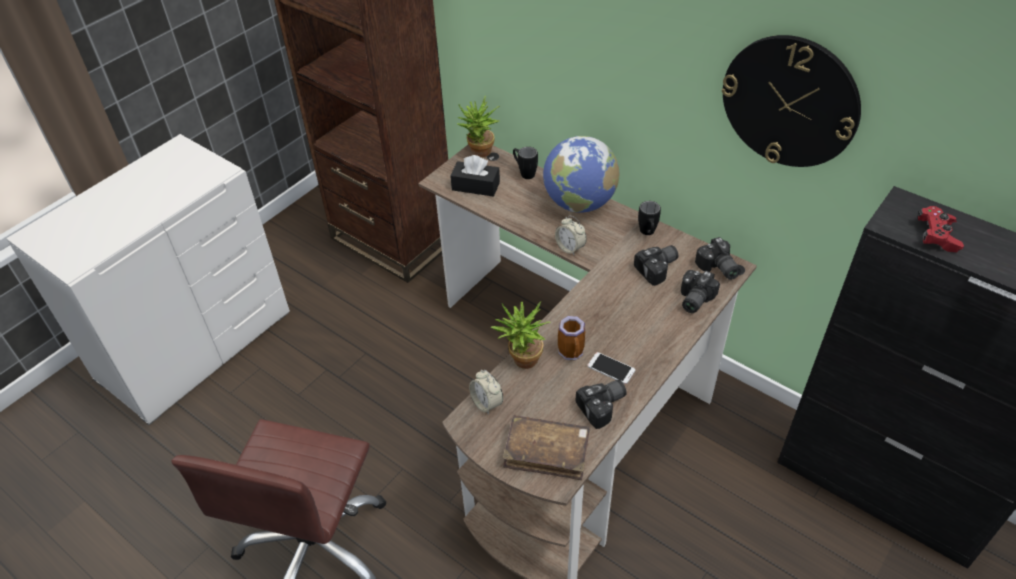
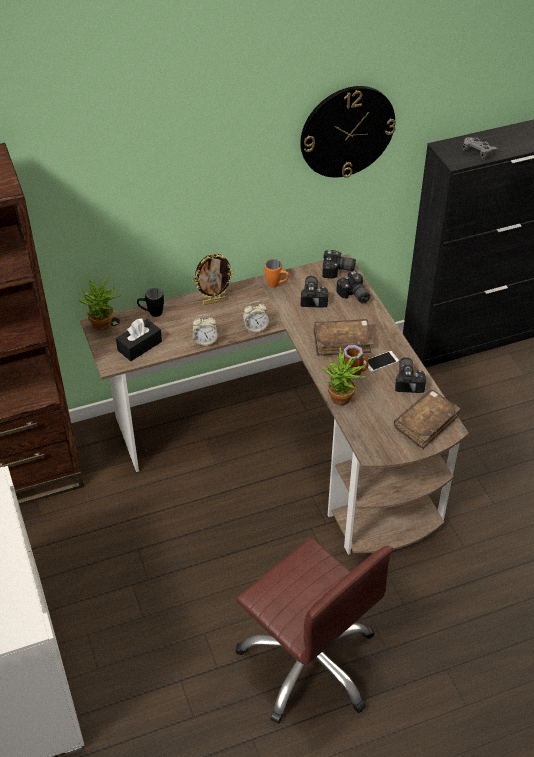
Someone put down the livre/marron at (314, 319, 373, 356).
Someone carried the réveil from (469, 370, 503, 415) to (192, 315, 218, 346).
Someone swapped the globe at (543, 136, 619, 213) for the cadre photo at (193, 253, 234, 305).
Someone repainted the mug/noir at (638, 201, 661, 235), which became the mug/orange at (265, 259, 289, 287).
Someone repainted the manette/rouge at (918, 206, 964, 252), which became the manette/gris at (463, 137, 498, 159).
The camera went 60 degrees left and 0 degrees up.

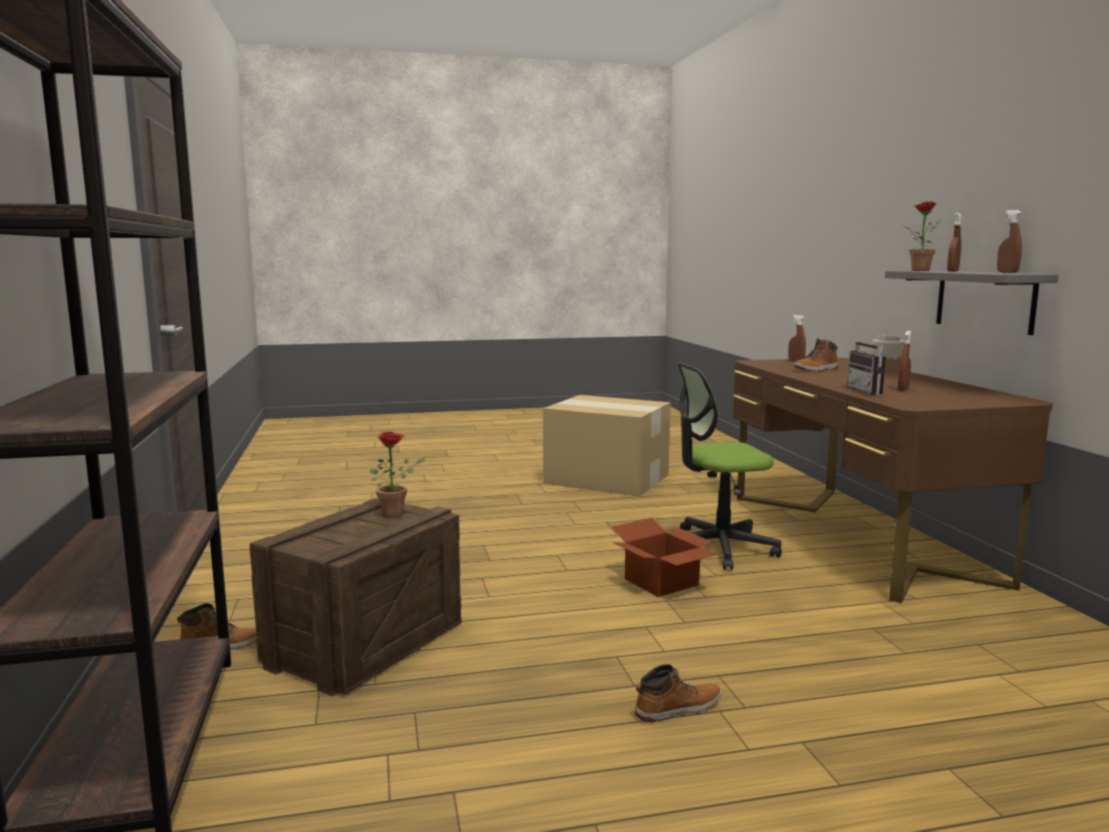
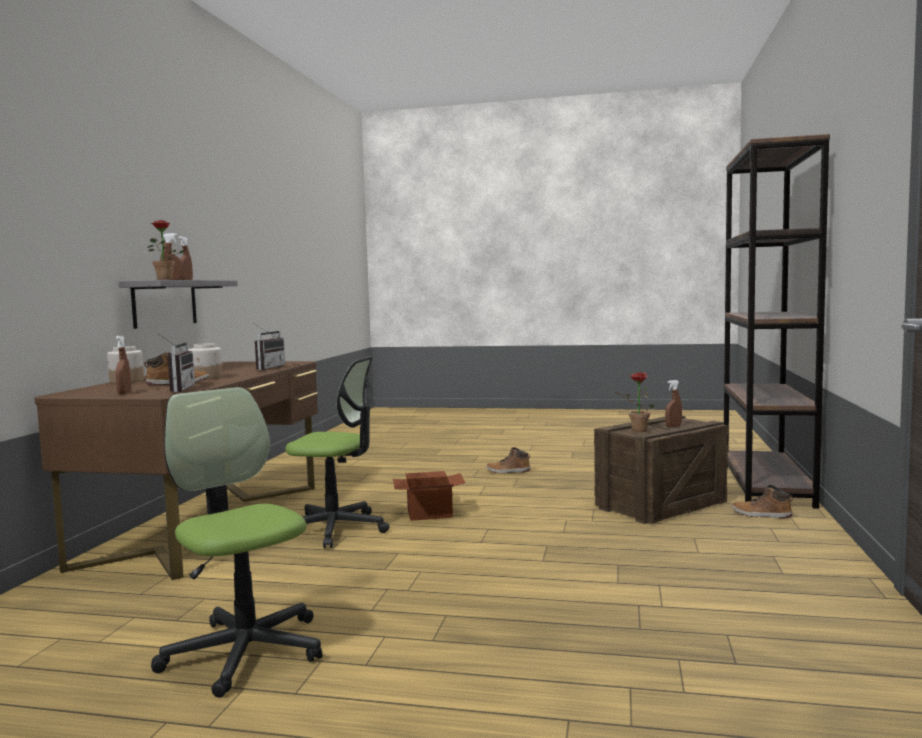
Someone put down the radio at (157, 333, 195, 392).
Someone put down the bocal at (188, 343, 223, 380).
Someone carried the vaporisateur/marron from (898, 331, 911, 391) to (665, 380, 682, 427).
Someone swapped the carton at (543, 395, 671, 497) for the chaise de bureau at (151, 387, 322, 698).
The camera went 155 degrees left and 5 degrees down.

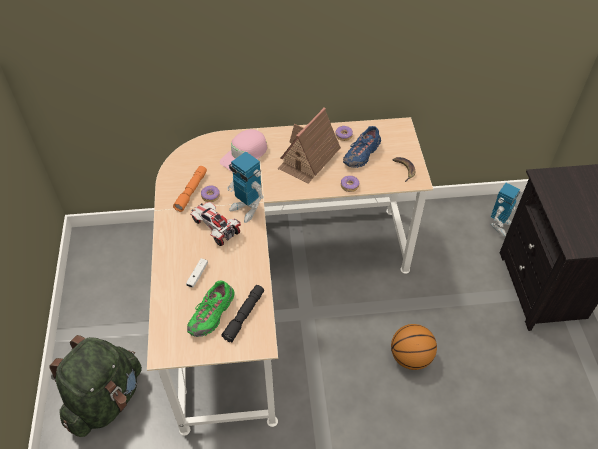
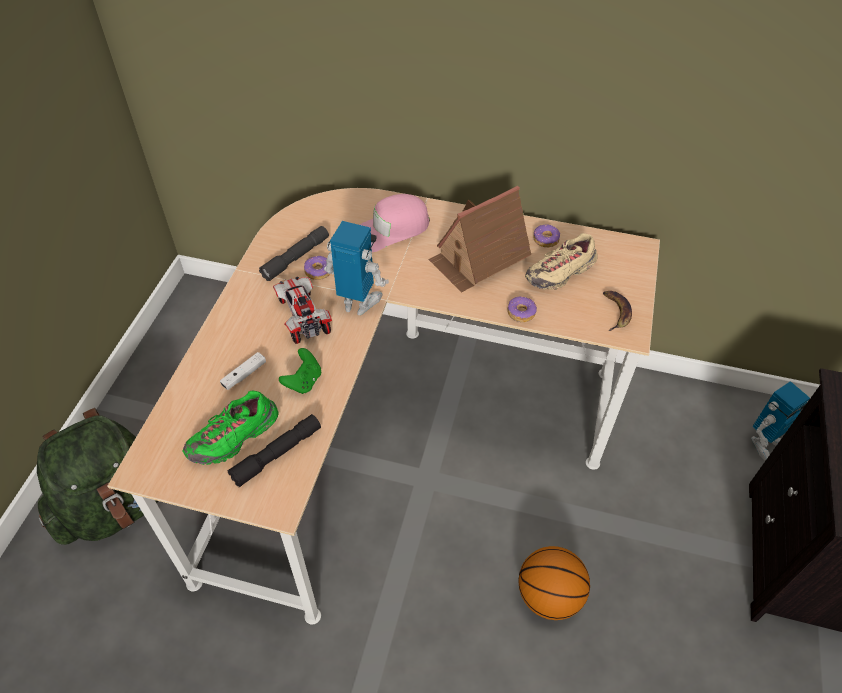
Someone put down the manette/vert at (279, 348, 321, 394).
Someone repainted the lampe de poche/orange at (173, 166, 207, 212), which became the lampe de poche/gris at (259, 226, 329, 281).
Someone repainted the chaussure/bleu at (343, 126, 381, 168), which became the chaussure/beige at (525, 233, 598, 290).
Someone rotated the robot jouet at (227, 152, 264, 223) by 135 degrees clockwise.
The camera went 20 degrees right and 0 degrees up.

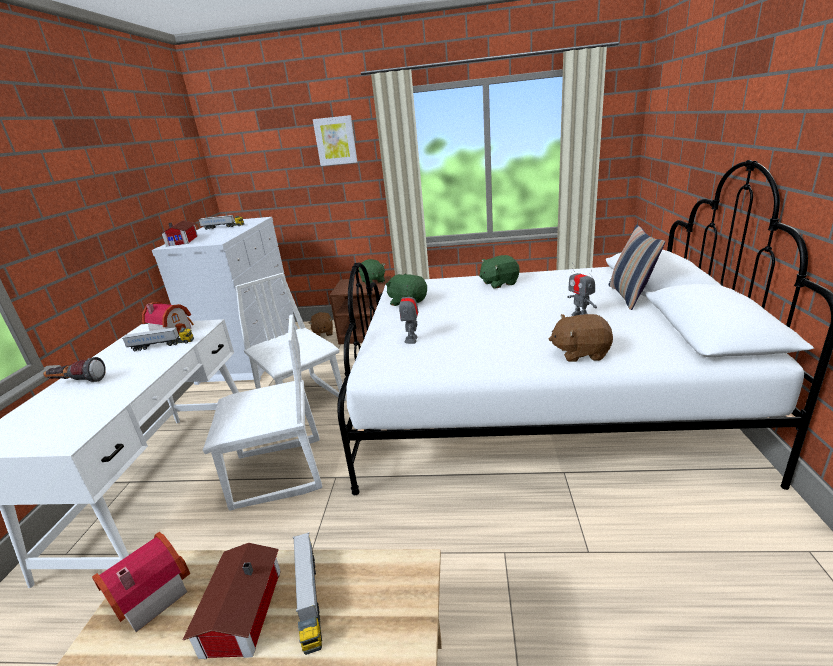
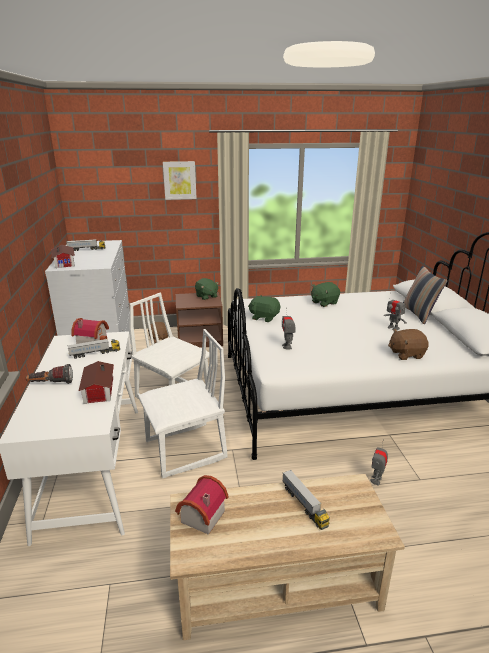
Someone put down the robot jouet at (370, 439, 388, 486).
Someone carried the maison miniature from (183, 543, 281, 659) to (79, 361, 114, 404).
The camera went 15 degrees left and 0 degrees up.

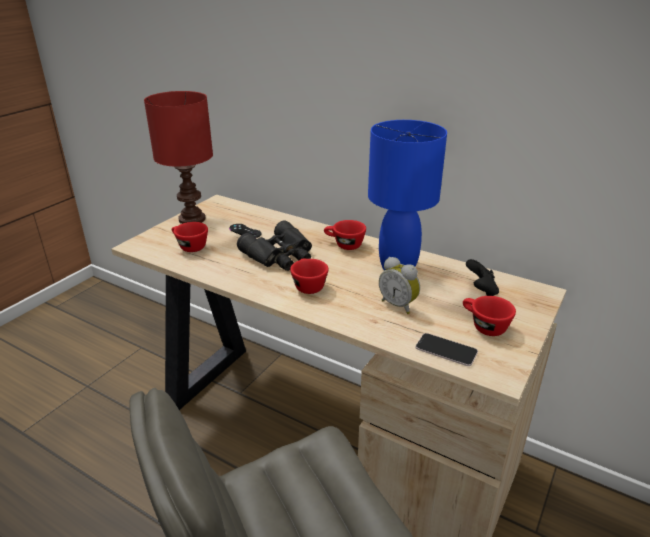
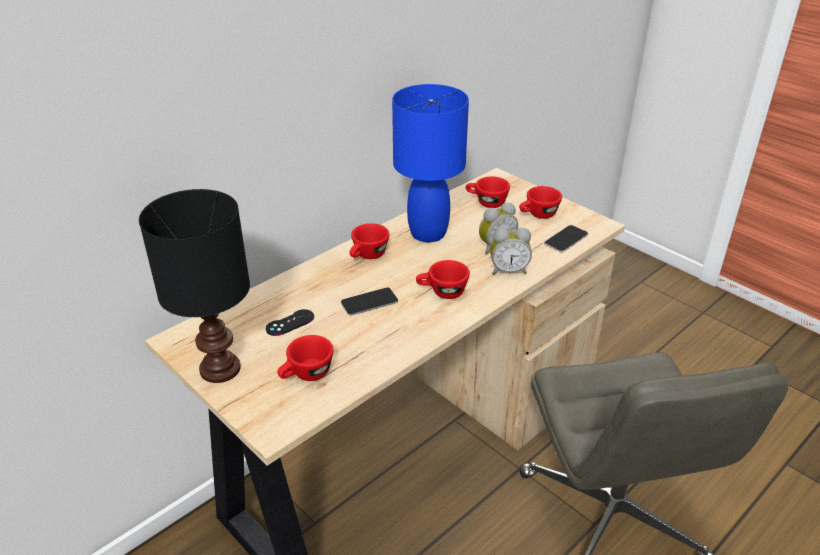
Someone put down the réveil at (490, 228, 532, 275).
Someone swapped the jumelles/noir at (237, 220, 312, 271) for the téléphone at (341, 288, 398, 315).
Someone swapped the manette/noir at (466, 259, 499, 296) for the tasse/rouge at (466, 177, 510, 208).
Someone repainted the lampe de table/rouge at (144, 91, 213, 224), which became the lampe de table/noir at (139, 189, 250, 383).
The camera went 75 degrees left and 5 degrees up.

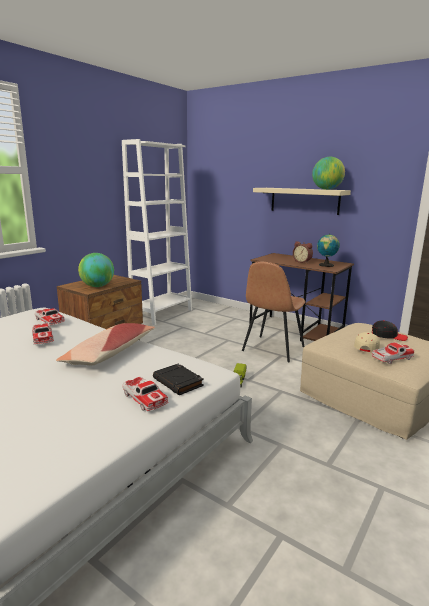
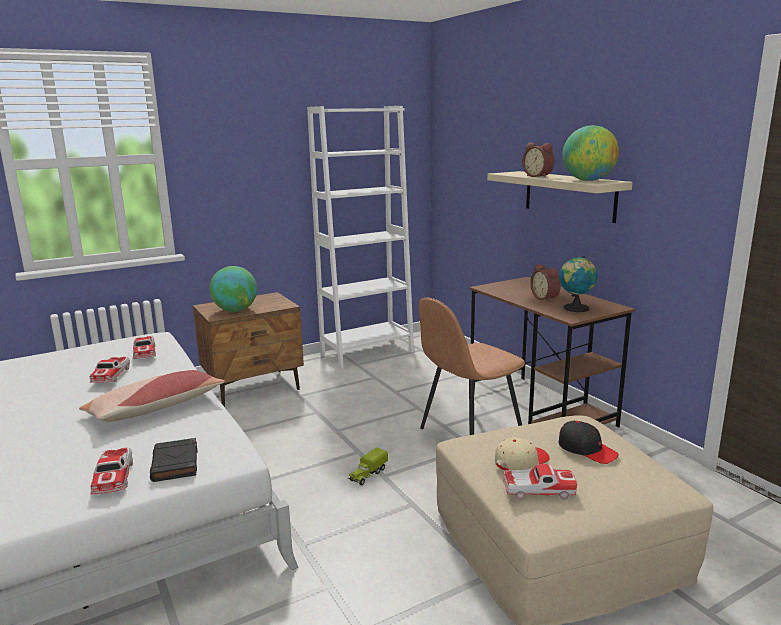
Someone put down the réveil at (522, 143, 555, 178).
The camera went 25 degrees right and 0 degrees up.

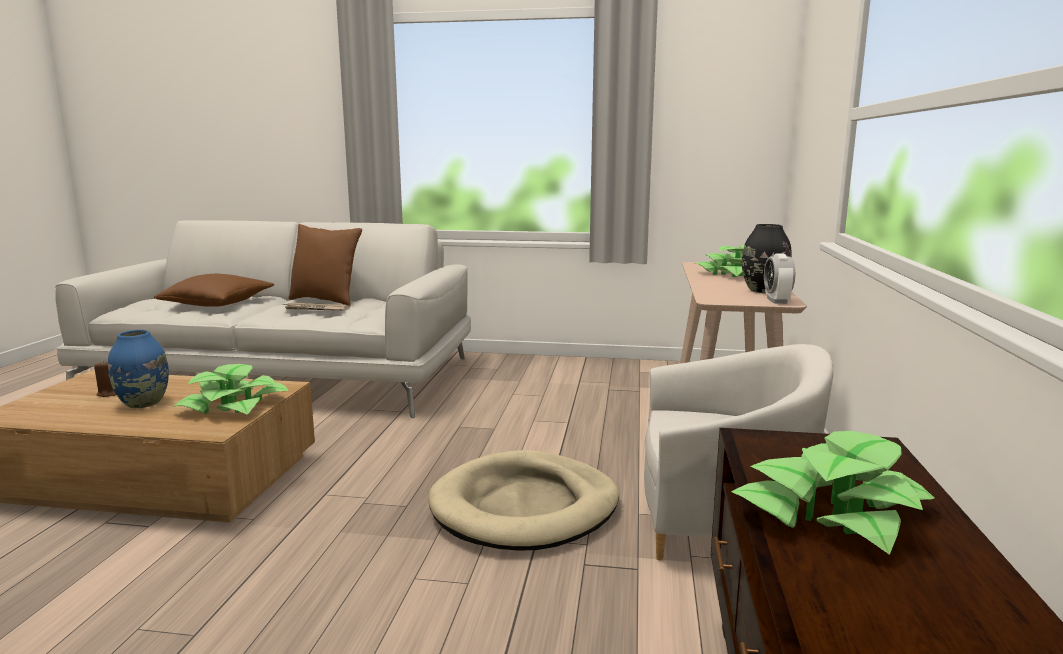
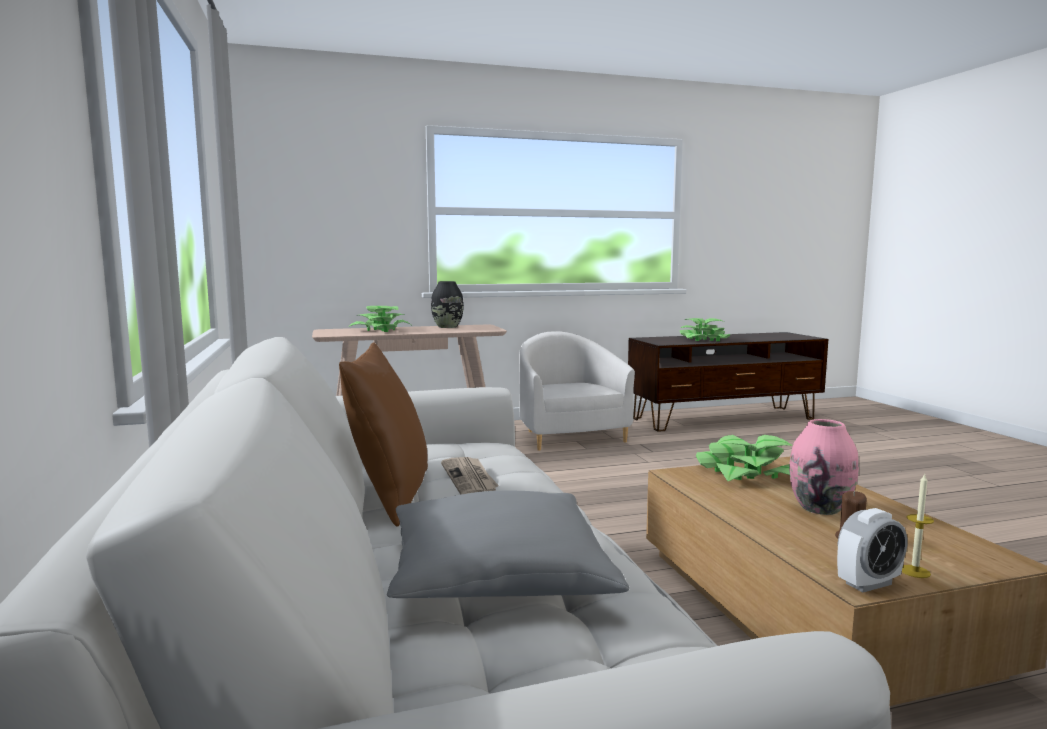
Someone took away the panier pour chien/beige at (428, 450, 619, 550).
Someone put down the bougie at (902, 474, 934, 578).
Someone carried the réveil from (764, 253, 795, 304) to (837, 508, 907, 592).
Someone repainted the vase/bleu at (108, 330, 169, 408), which became the vase/rose at (789, 419, 859, 515).
Someone repainted the coussin/marron at (154, 274, 274, 307), which became the coussin/gris at (387, 490, 630, 598).
The camera went 115 degrees left and 5 degrees down.

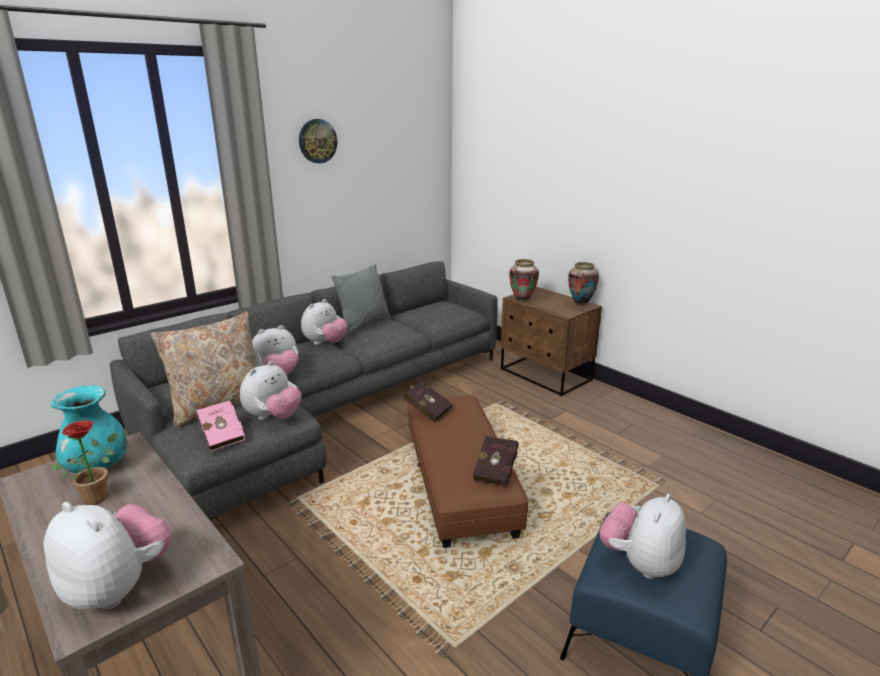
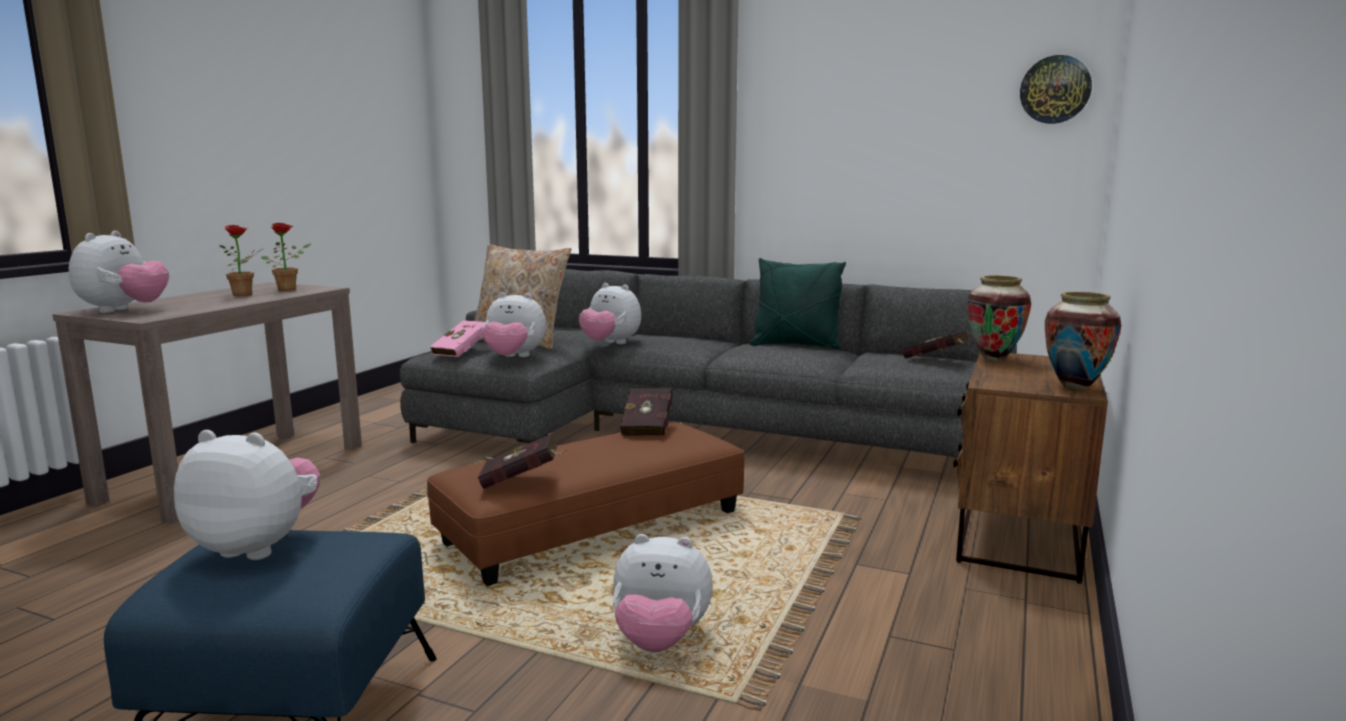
Someone put down the livre/rouge at (902, 331, 969, 358).
Someone carried the horloge murale from (299, 119, 337, 164) to (1020, 55, 1092, 124).
Someone carried the peluche from (301, 299, 348, 344) to (613, 534, 713, 652).
Someone swapped the vase/turquoise at (51, 386, 127, 473) for the plante en pot at (261, 222, 311, 291).
Someone repainted the coussin/gris at (331, 264, 391, 336), which became the coussin/vert at (750, 258, 846, 349).
The camera went 65 degrees right and 10 degrees down.

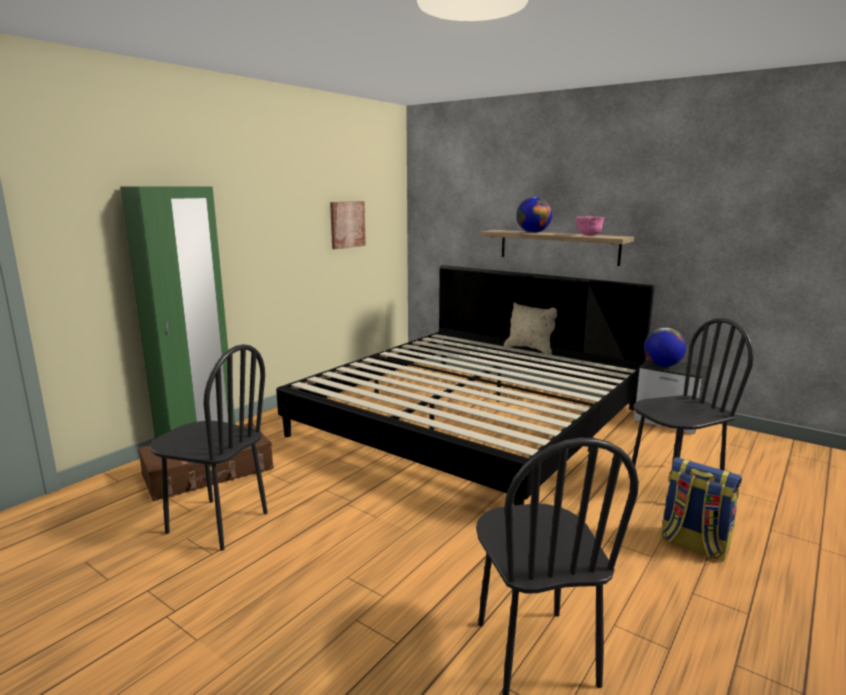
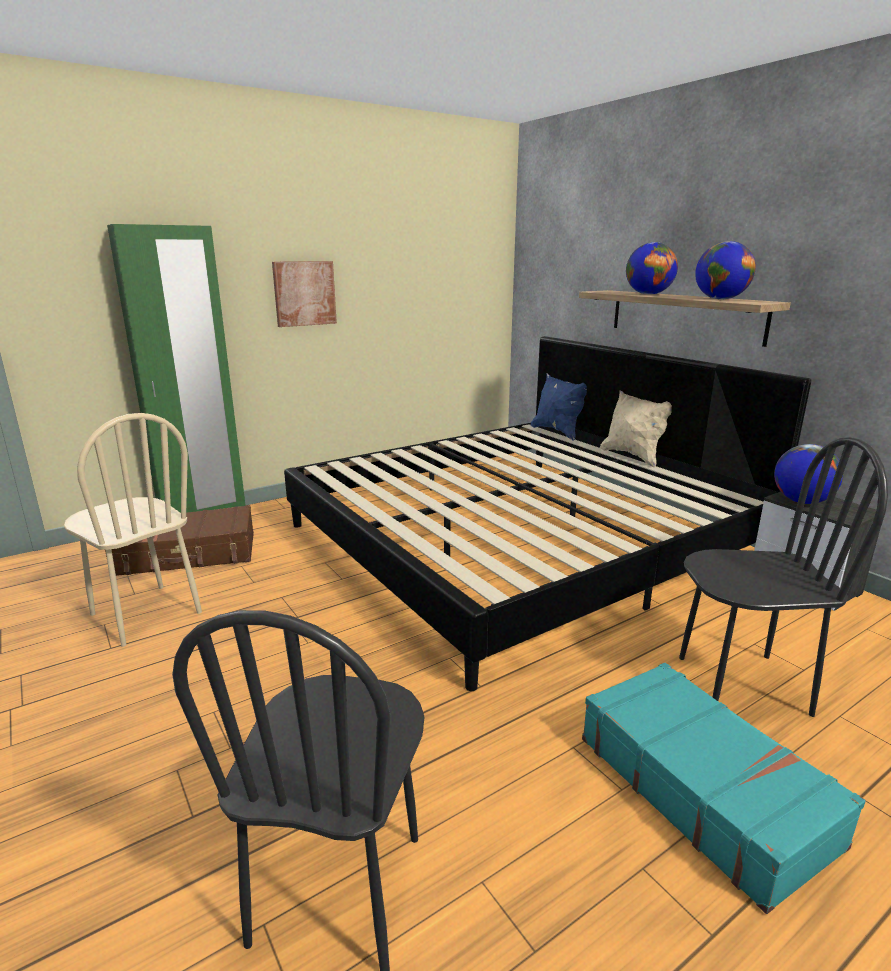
Someone put down the coussin/bleu at (531, 374, 587, 441).
Someone carried the tableau from (330, 201, 366, 249) to (272, 261, 337, 327).
Someone swapped the bol/rose at (576, 216, 605, 236) for the globe at (695, 241, 756, 300).
Someone swapped the sac à dos at (660, 457, 742, 562) for the valise/turquoise at (582, 663, 866, 914).
Someone repainted the chaise/noir at (150, 344, 268, 551), which became the chaise/beige at (64, 413, 202, 647).
The camera went 20 degrees right and 5 degrees up.

